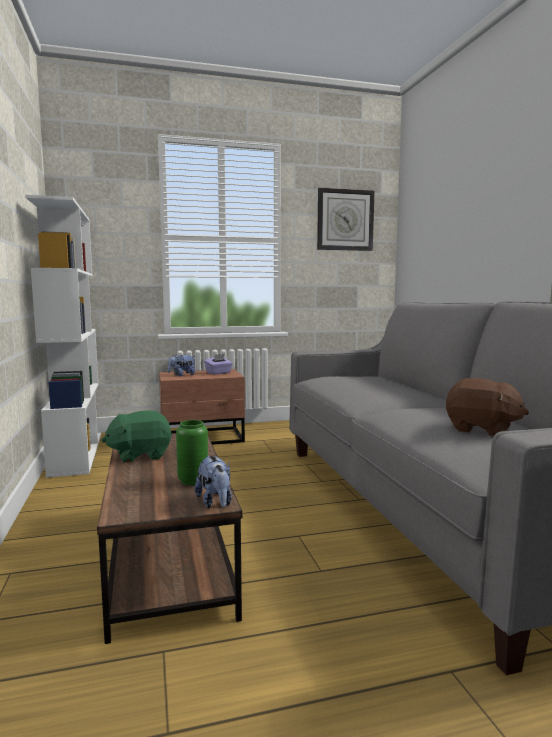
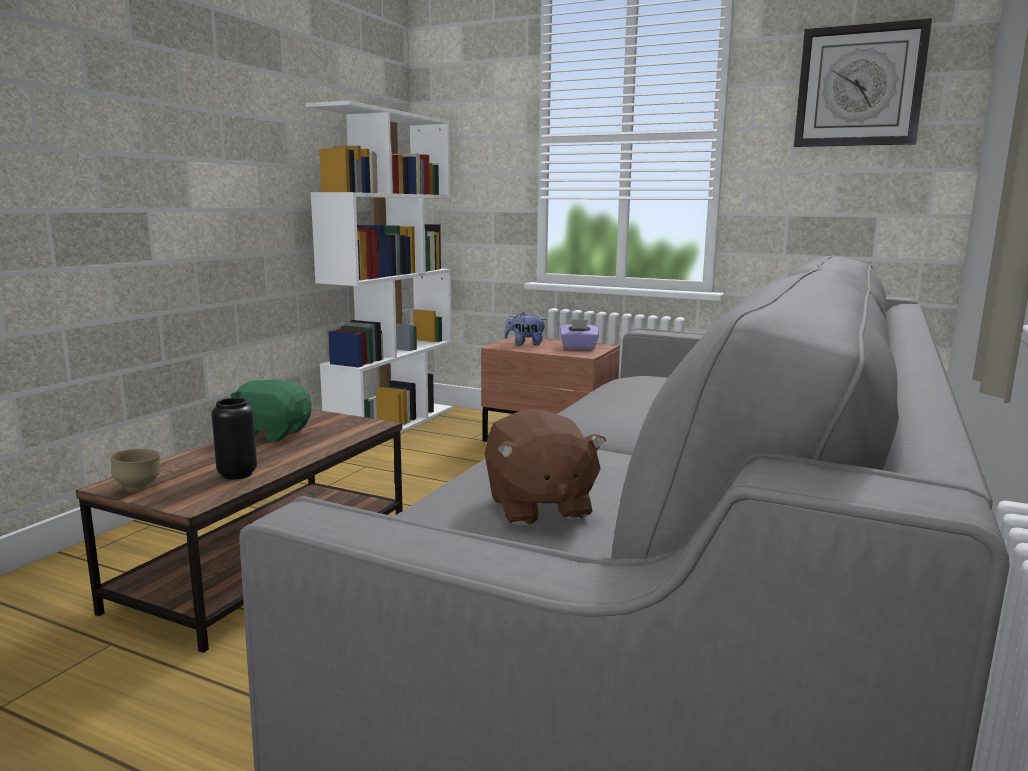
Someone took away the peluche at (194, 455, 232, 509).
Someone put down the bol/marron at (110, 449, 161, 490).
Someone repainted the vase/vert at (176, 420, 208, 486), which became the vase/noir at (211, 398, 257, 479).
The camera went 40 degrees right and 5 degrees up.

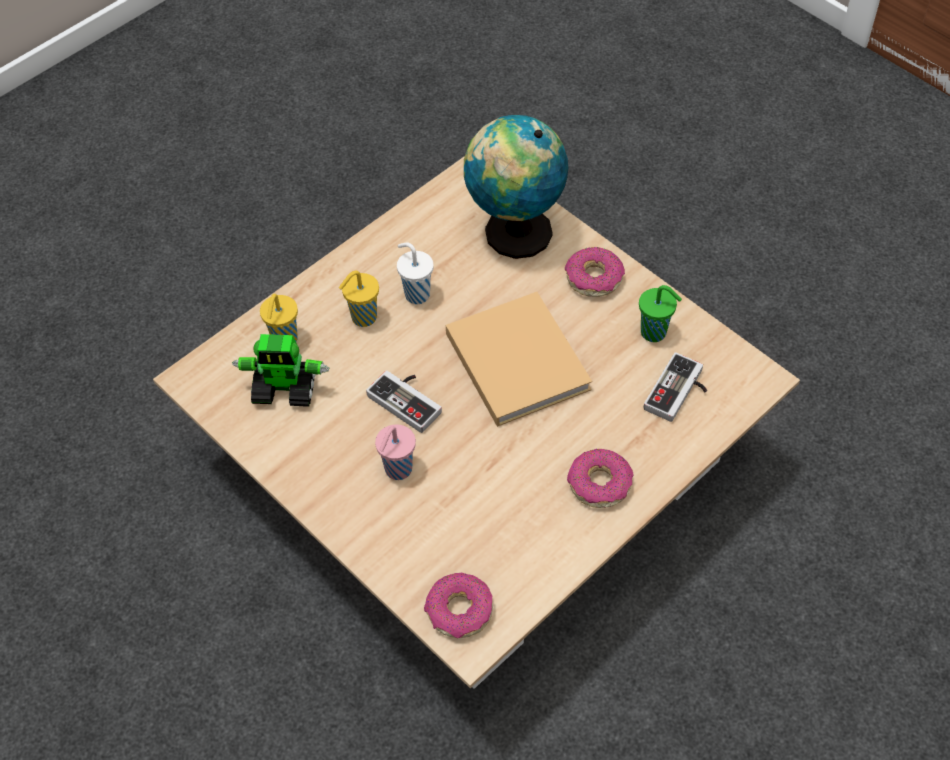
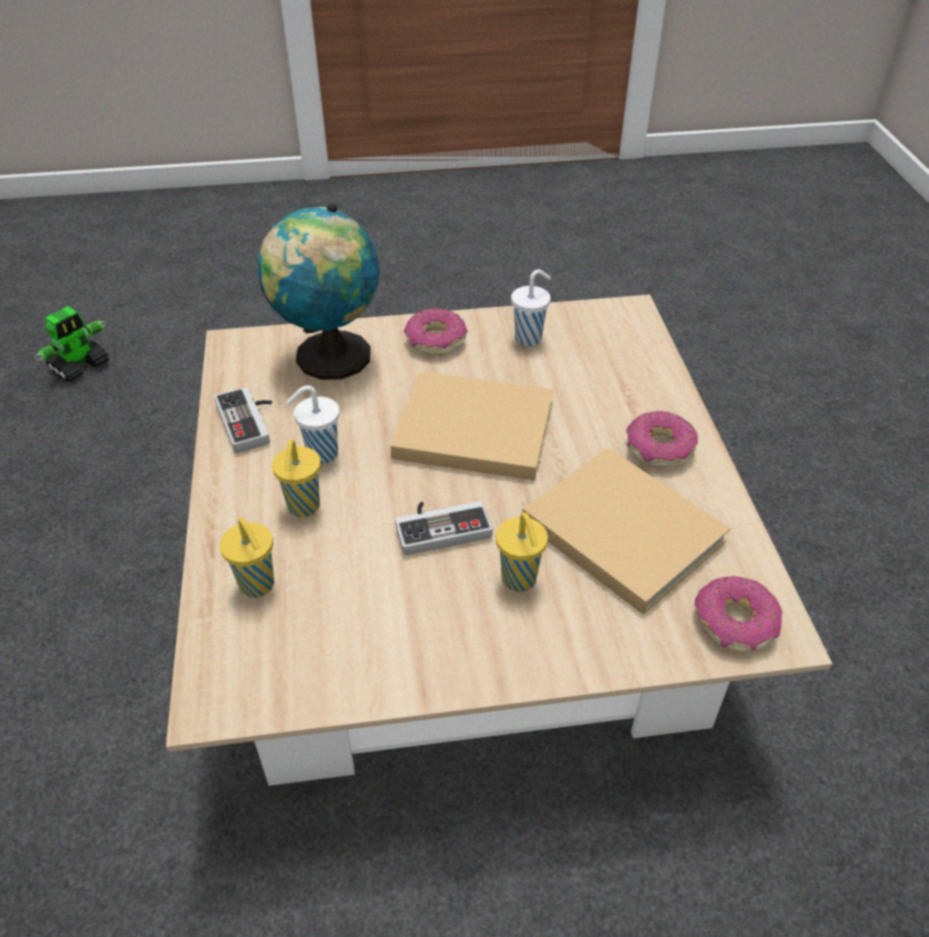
Someone put down the livre/beige at (522, 448, 730, 614).
Someone carried the robot jouet from (232, 334, 329, 407) to (35, 306, 110, 382).
Someone carried the manette from (643, 352, 707, 422) to (214, 387, 272, 453).
Someone repainted the tasse/rose at (375, 424, 416, 480), which became the tasse/jaune at (496, 512, 548, 592).
Someone repainted the tasse/vert at (639, 285, 682, 342), which became the tasse/blanc at (511, 270, 551, 346).
The camera went 55 degrees left and 10 degrees down.

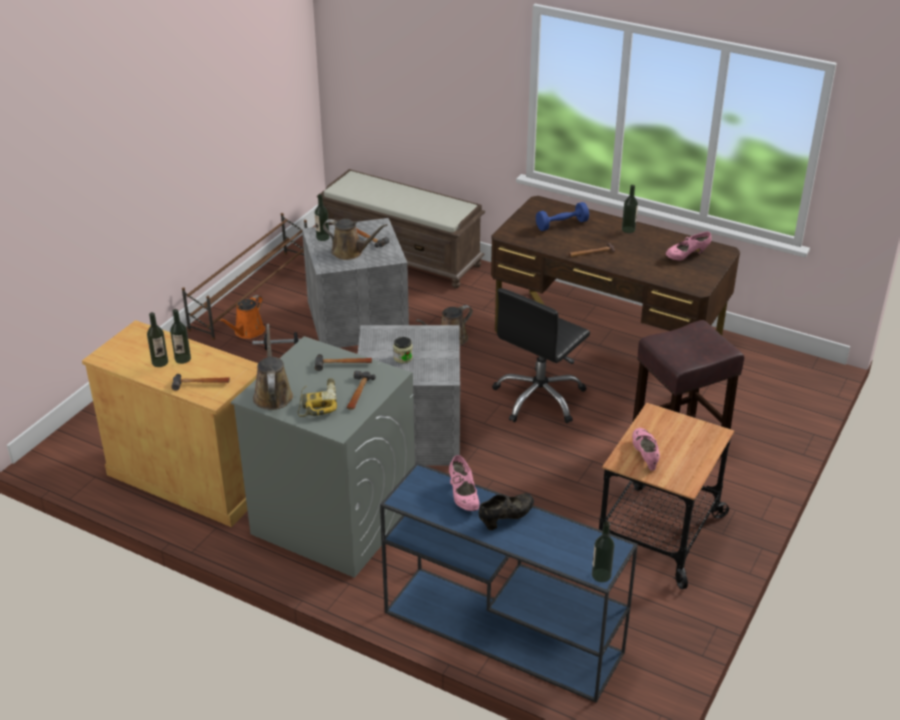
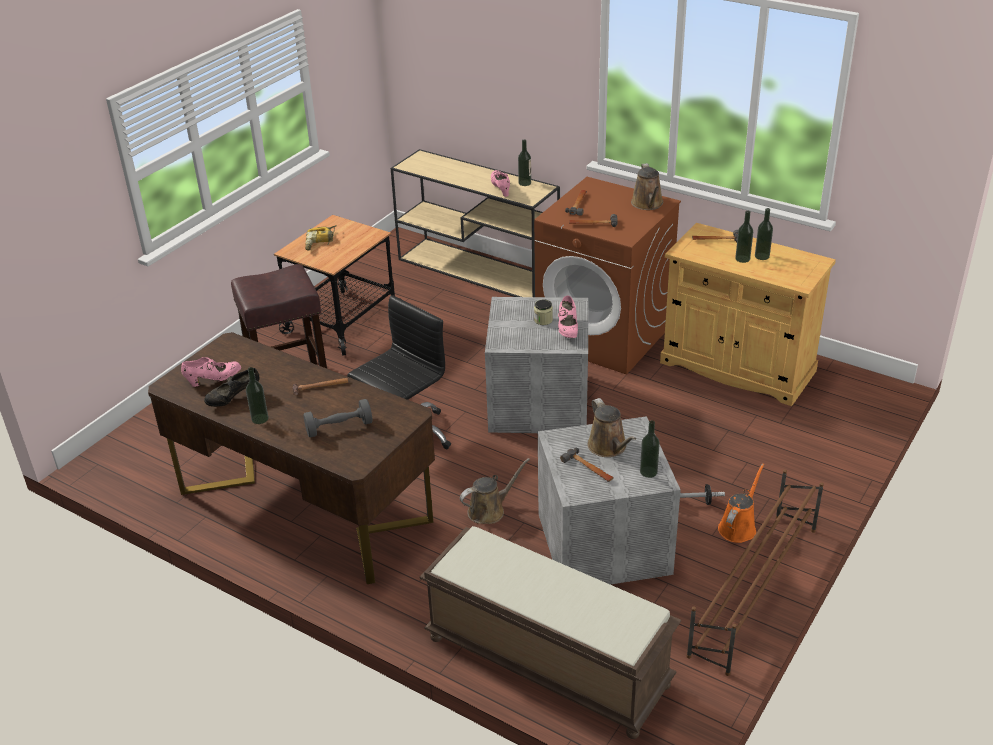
Someone carried the perceuse from (298, 378, 337, 417) to (305, 225, 337, 251).
Someone carried the chaussure/noir from (479, 493, 534, 530) to (204, 368, 260, 407).
Someone carried the bouteille from (592, 521, 615, 582) to (518, 139, 531, 186).
Someone carried the chaussure/rose from (632, 428, 660, 471) to (558, 295, 578, 338).
Someone repainted the lave-linge/gris at (231, 336, 415, 578), which became the lave-linge/marron at (534, 177, 681, 375).
Someone repainted the table console/bleu at (380, 463, 638, 703), which became the table console/beige at (391, 149, 560, 297).
Someone repainted the haltère/bleu at (536, 202, 589, 231), which became the haltère/gris at (303, 399, 373, 438).
Someone rotated the arrosoir/marron at (323, 219, 388, 260) by 135 degrees counterclockwise.
The camera went 175 degrees left and 0 degrees up.

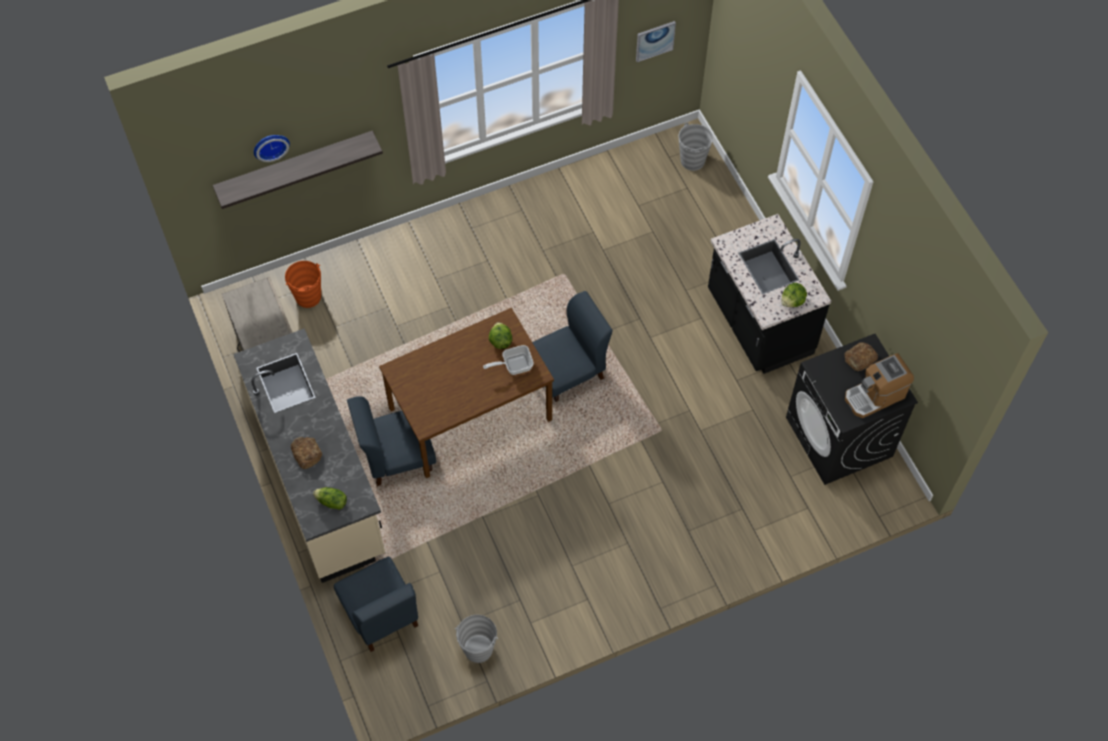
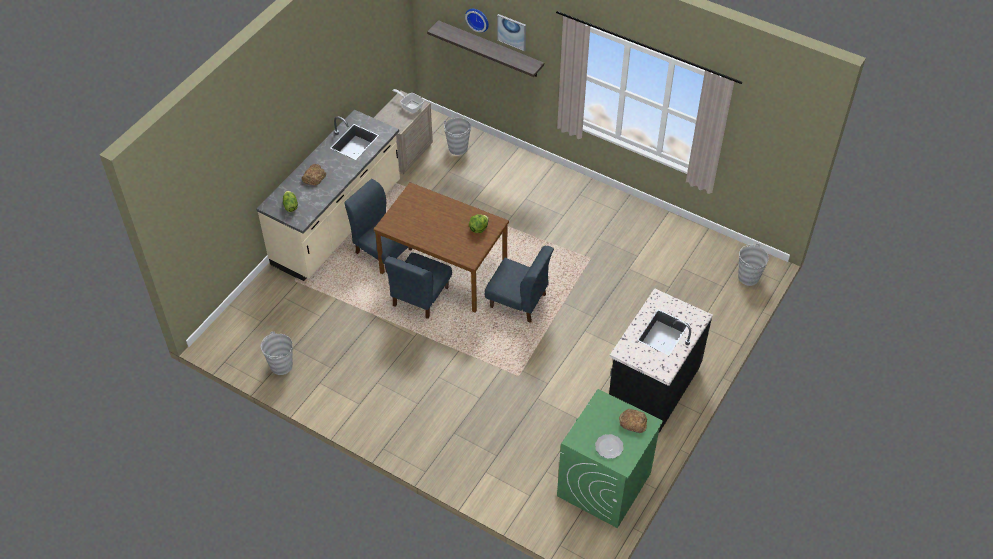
Someone took away the laitue at (781, 283, 807, 307).
Someone carried the chaise/bleu from (334, 556, 418, 652) to (384, 252, 452, 319).
Someone carried the poêle from (483, 345, 534, 375) to (392, 89, 424, 113).
Someone carried the tableau from (636, 21, 676, 62) to (497, 14, 526, 51).
Someone swapped the machine à café at (845, 353, 914, 418) for the assiette at (595, 434, 624, 459).
Someone repainted the seau/orange at (285, 261, 321, 308), which became the seau/gris at (443, 118, 471, 155).
Someone repainted the lave-linge/noir at (786, 334, 918, 485), which became the lave-linge/vert at (557, 389, 663, 528).
The camera went 55 degrees right and 10 degrees down.

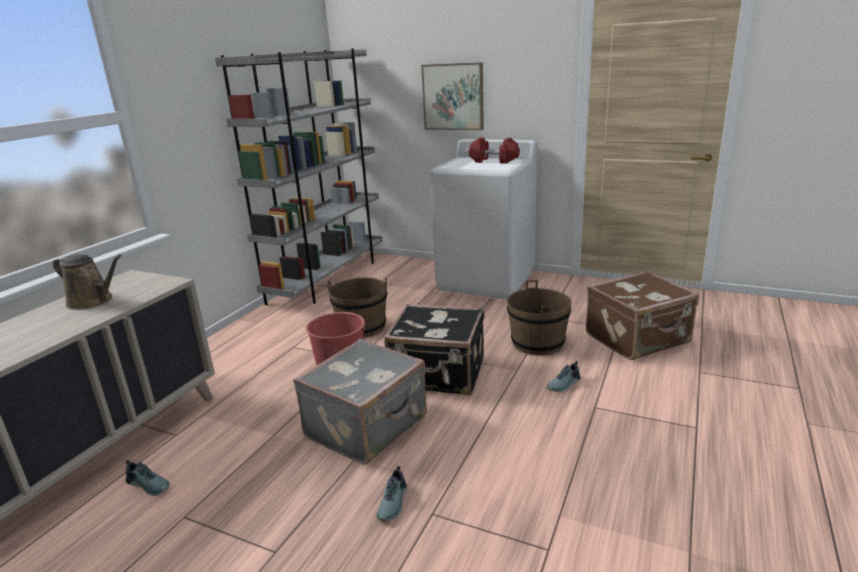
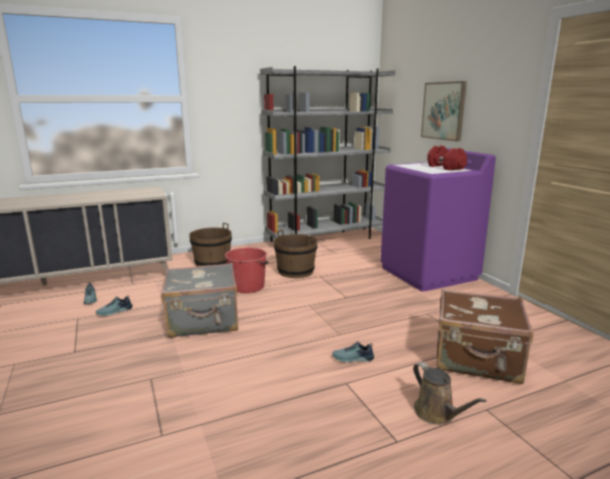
Someone took away the valise/noir at (384, 304, 484, 395).
Someone carried the arrosoir/marron from (53, 255, 122, 310) to (413, 362, 487, 425).
Someone carried the chaussure from (377, 466, 407, 521) to (96, 295, 133, 316).
Someone carried the seau/marron from (507, 280, 572, 355) to (189, 223, 232, 266).
Someone repainted the lave-linge/blanc at (430, 139, 537, 299), which became the lave-linge/violet at (380, 148, 496, 292).
The camera went 40 degrees right and 5 degrees down.

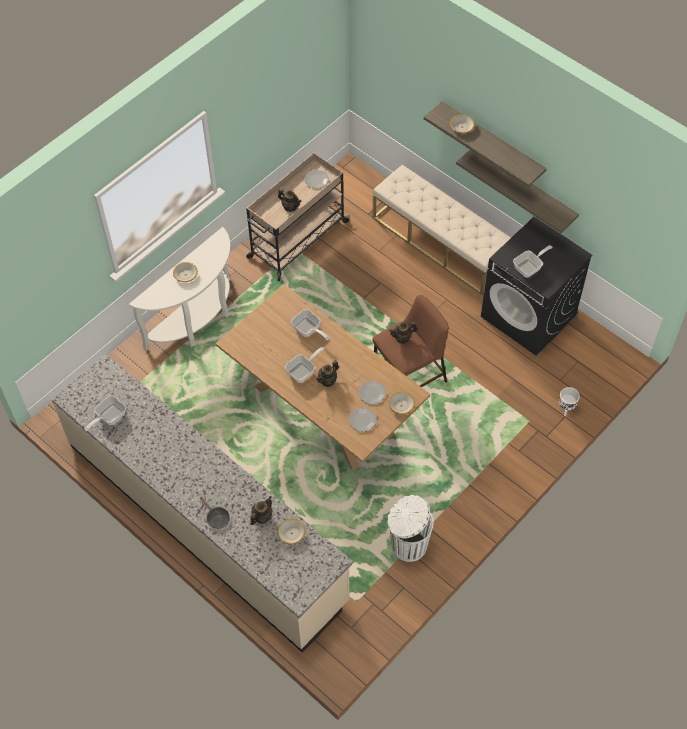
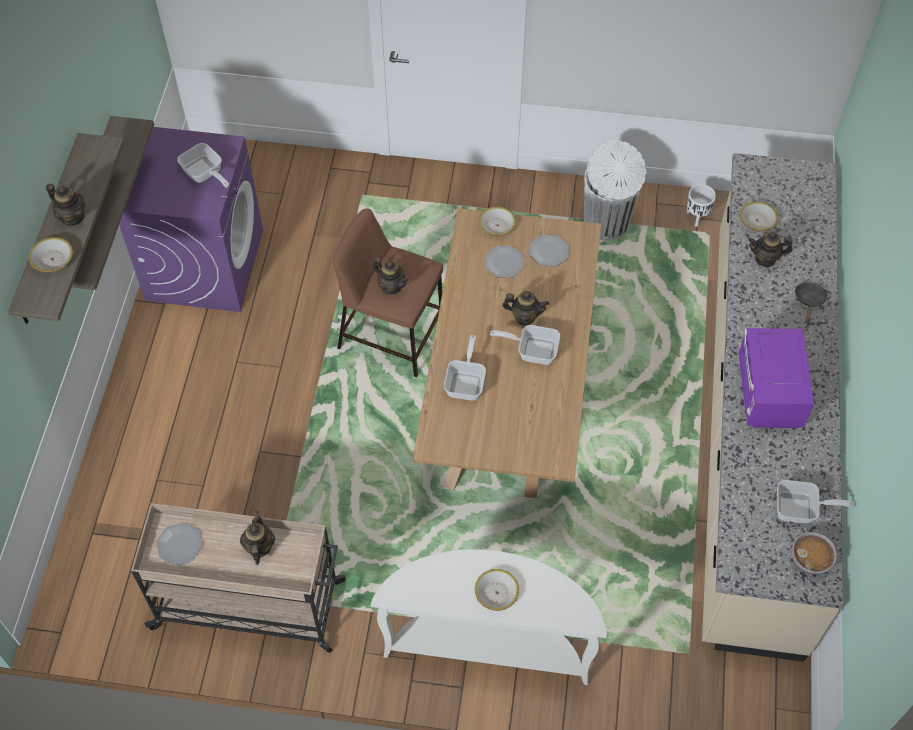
Someone took away the banc/beige at (372, 165, 511, 295).
Someone put down the théière at (46, 183, 85, 226).
Someone put down the micro-ondes/violet at (738, 328, 814, 428).
Someone put down the bol at (792, 532, 837, 575).
Someone carried the cache-pot/blanc from (559, 387, 580, 416) to (687, 184, 716, 227).
Someone repainted the lave-linge/noir at (481, 217, 593, 356), which became the lave-linge/violet at (119, 127, 263, 312).
Someone rotated the poêle at (513, 245, 552, 278) by 150 degrees counterclockwise.
The camera went 125 degrees left and 0 degrees up.

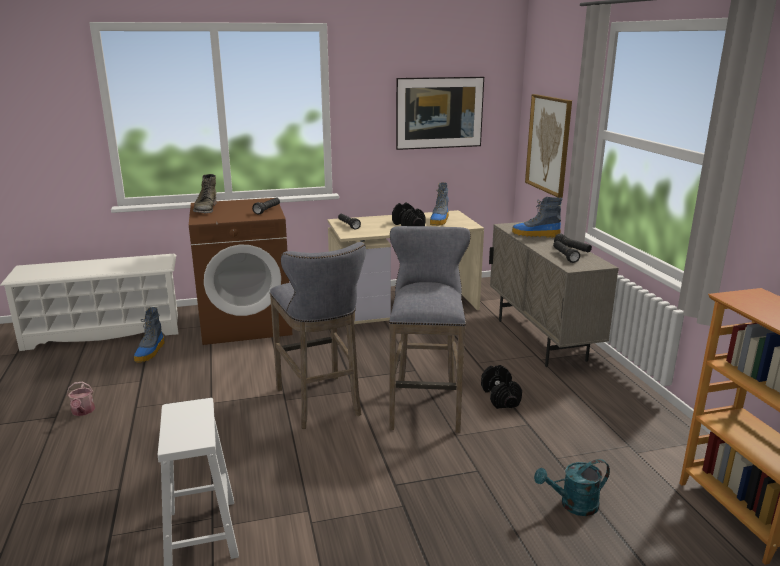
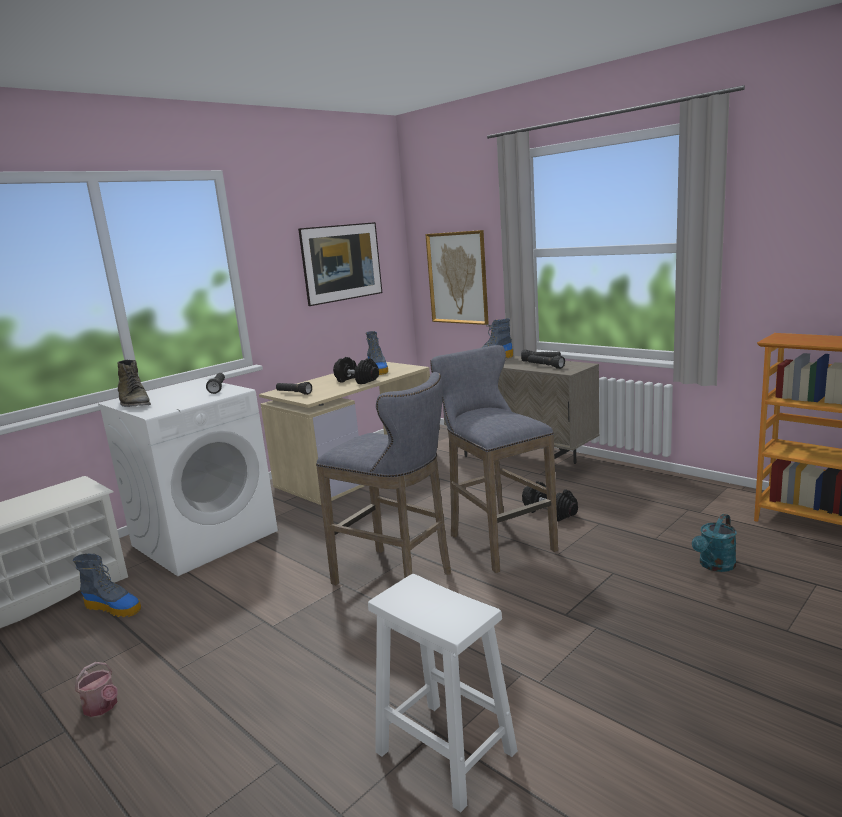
Someone repainted the lave-linge/marron at (189, 198, 292, 345), which became the lave-linge/blanc at (98, 378, 278, 576).
Someone rotated the botte at (134, 307, 165, 362) by 45 degrees counterclockwise.
The camera went 30 degrees left and 5 degrees down.

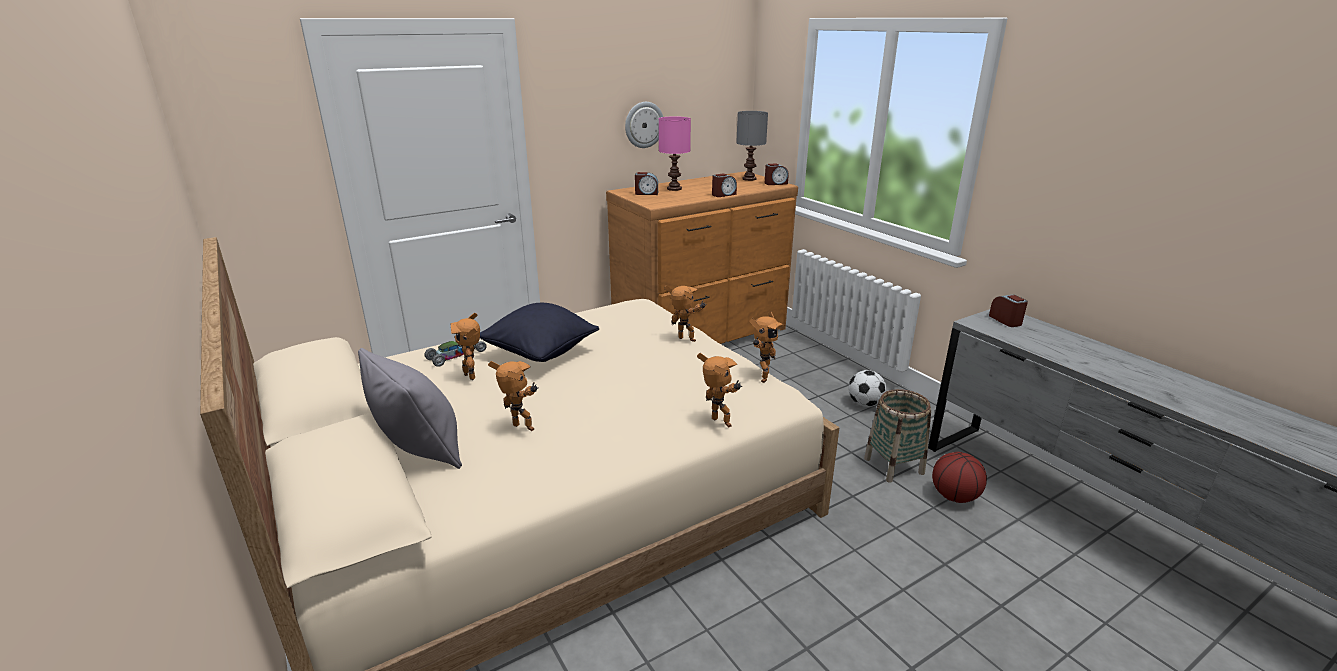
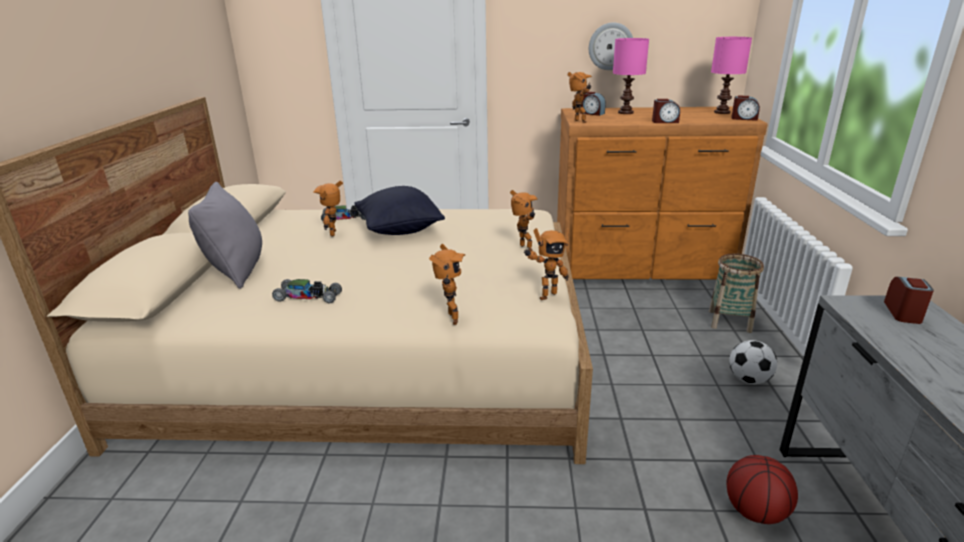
Someone put down the petite voiture at (272, 279, 342, 303).
Someone carried the robot jouet from (488, 361, 538, 431) to (567, 72, 592, 123).
Someone carried the panier from (864, 389, 931, 483) to (709, 254, 764, 333).
Someone repainted the lampe de table/gris at (736, 111, 768, 181), which became the lampe de table/rose at (711, 37, 752, 114).
The camera went 35 degrees right and 0 degrees up.

